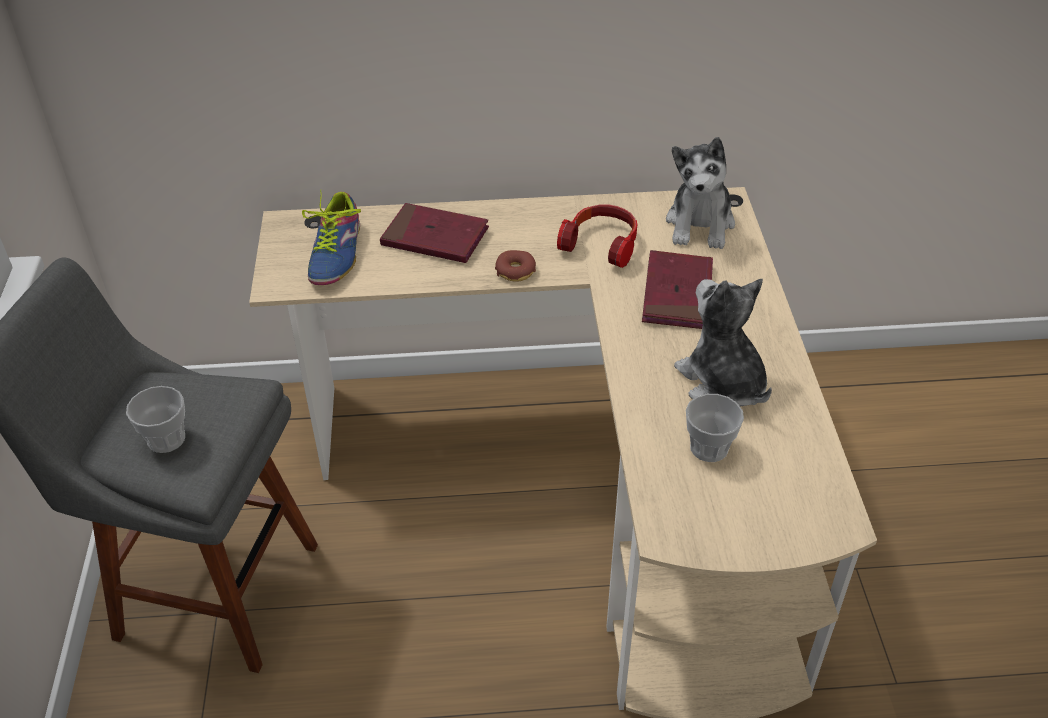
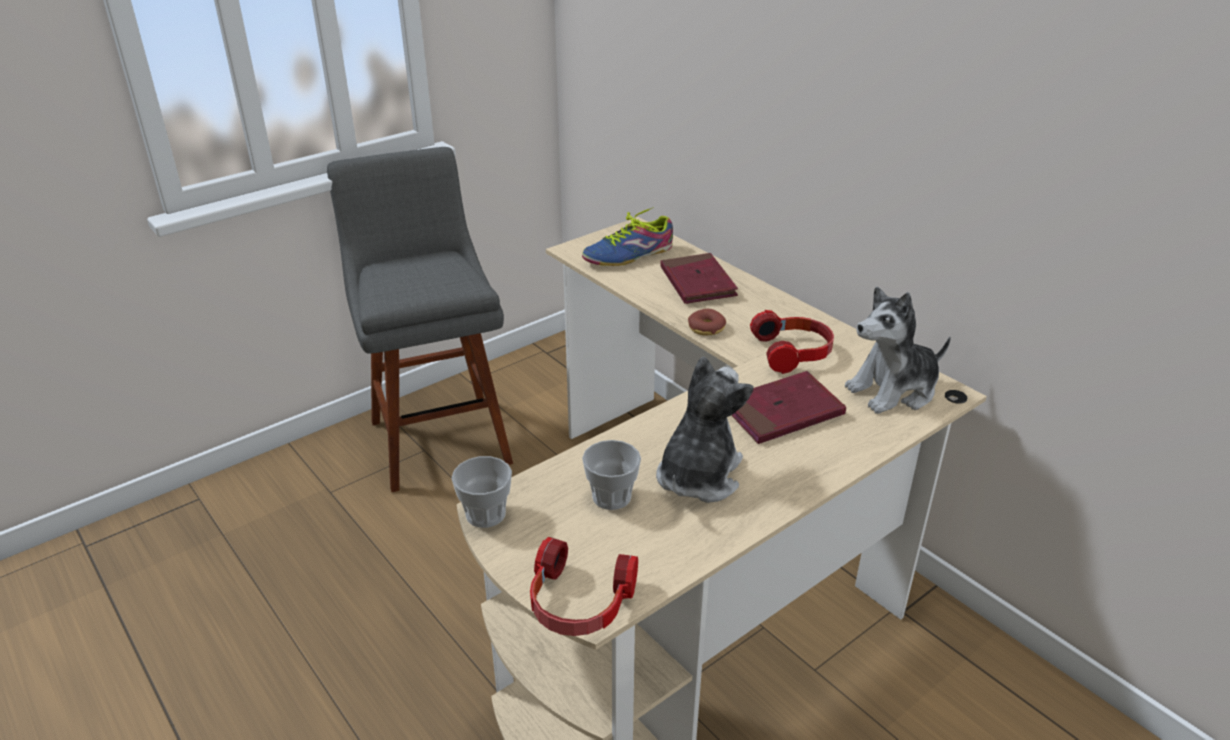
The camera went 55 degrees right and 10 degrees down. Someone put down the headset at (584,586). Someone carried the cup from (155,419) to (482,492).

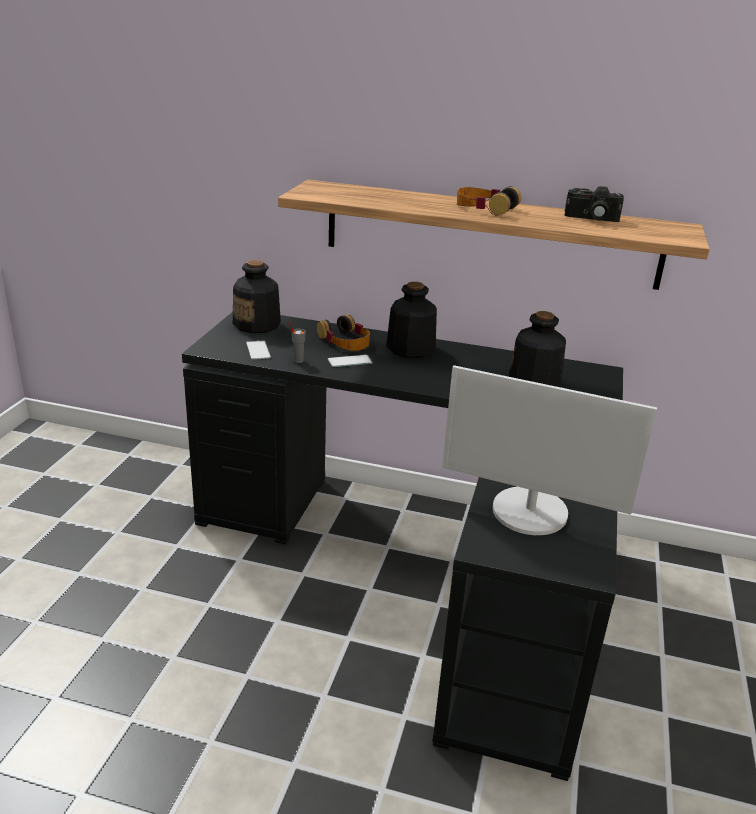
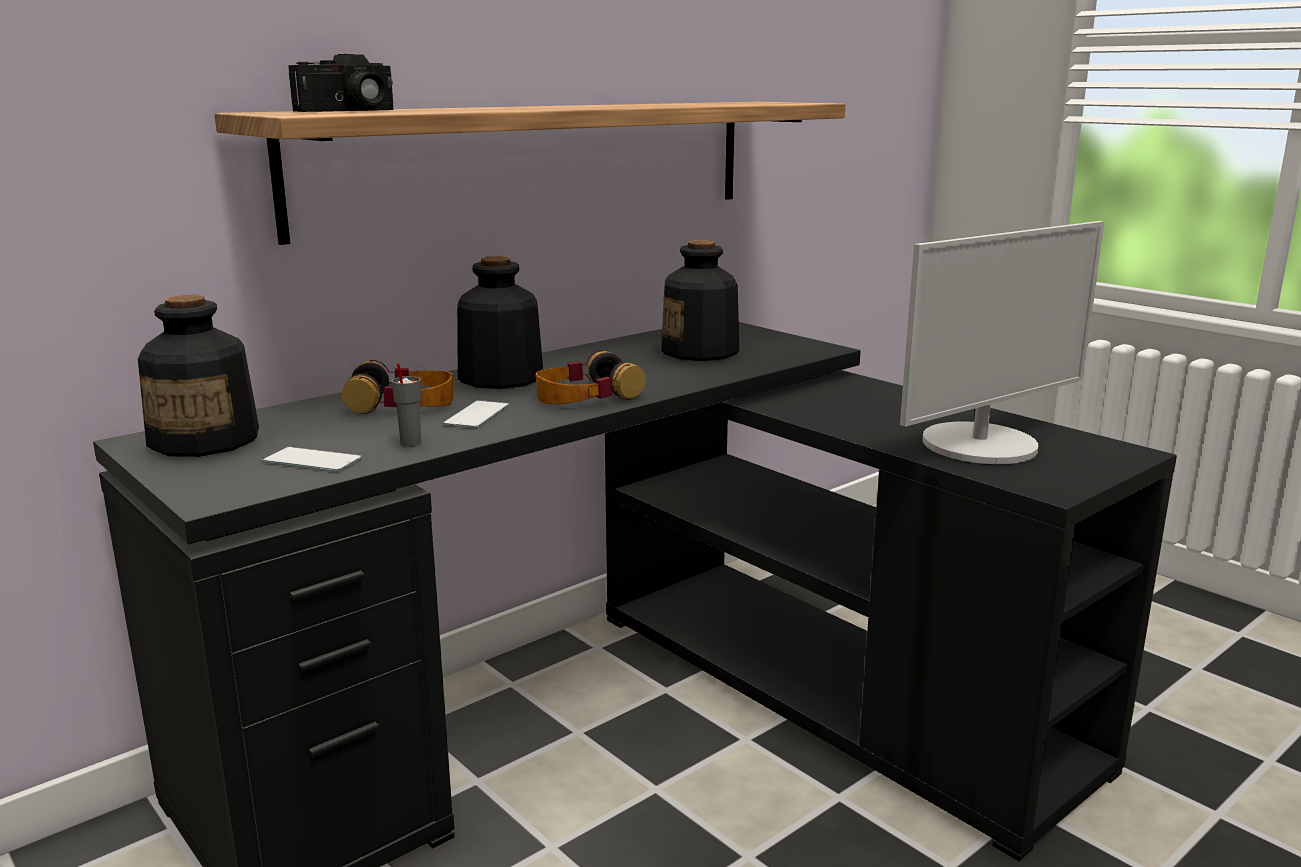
The camera went 55 degrees left and 10 degrees down. Someone carried the headset from (489,201) to (590,377). Someone carried the still camera from (594,204) to (340,83).

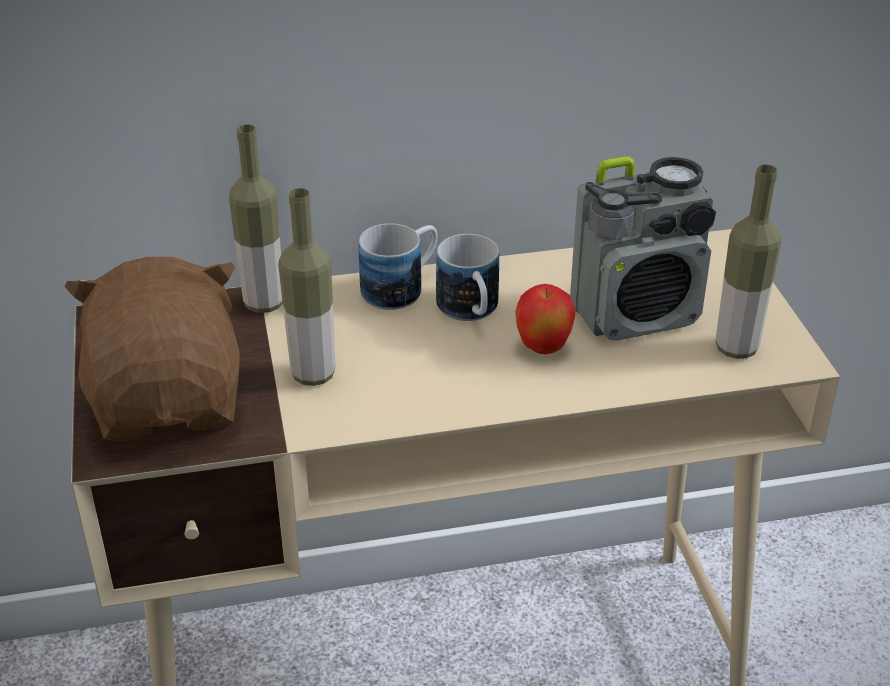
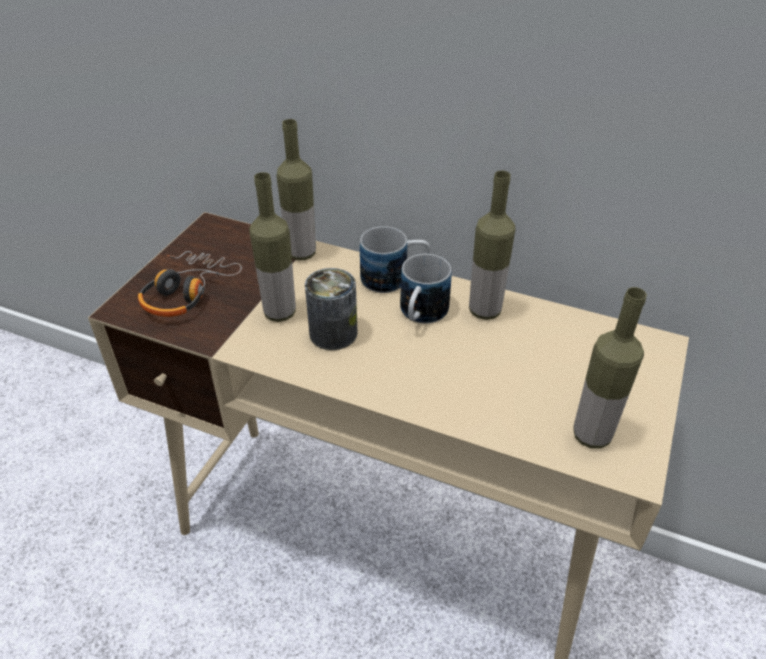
The camera went 35 degrees right and 5 degrees up. Someone took away the apple fruit at (545,319). Someone took away the radio at (643,248). Someone put down the can at (331,309). Someone put down the bottle at (492,245). Someone swapped the brownish cuddly toy at (152,349) for the headset at (190,284).

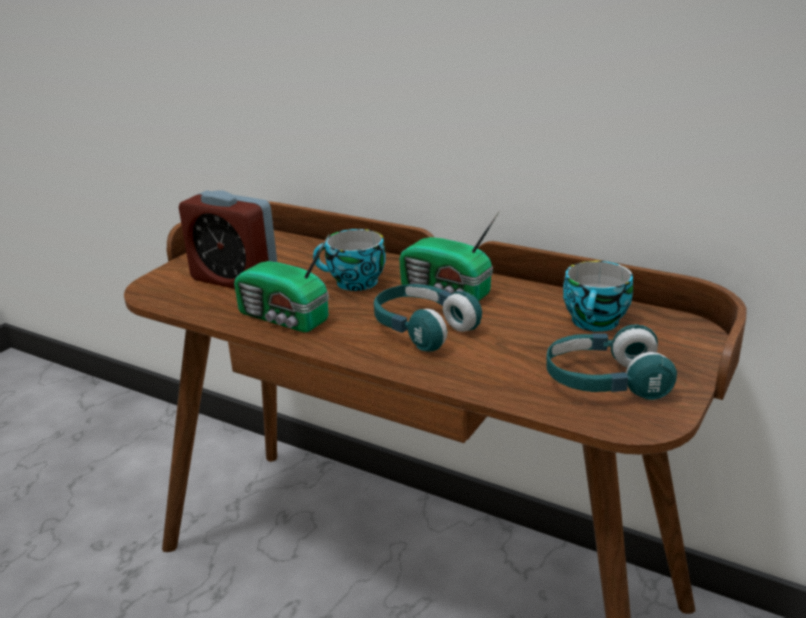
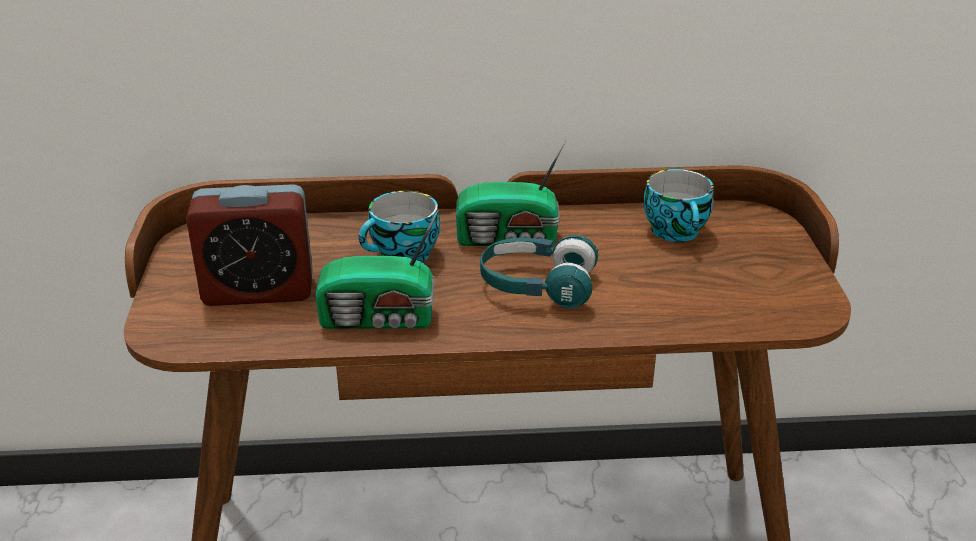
The camera went 35 degrees left and 5 degrees up. Someone took away the blue-green headset at (611,362).

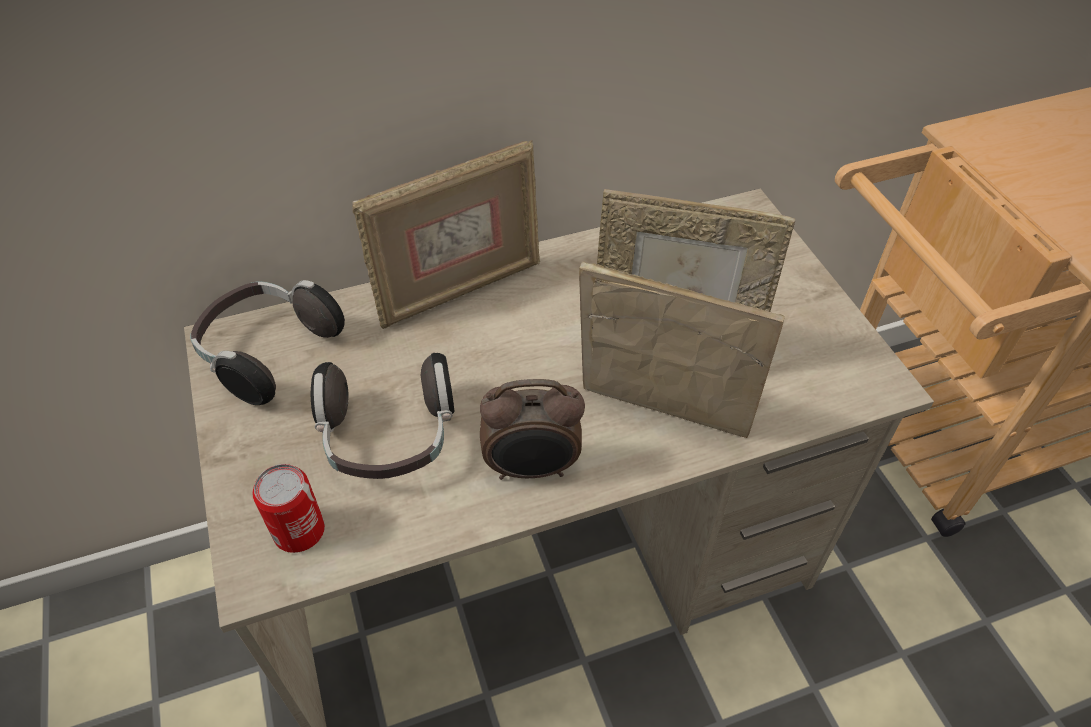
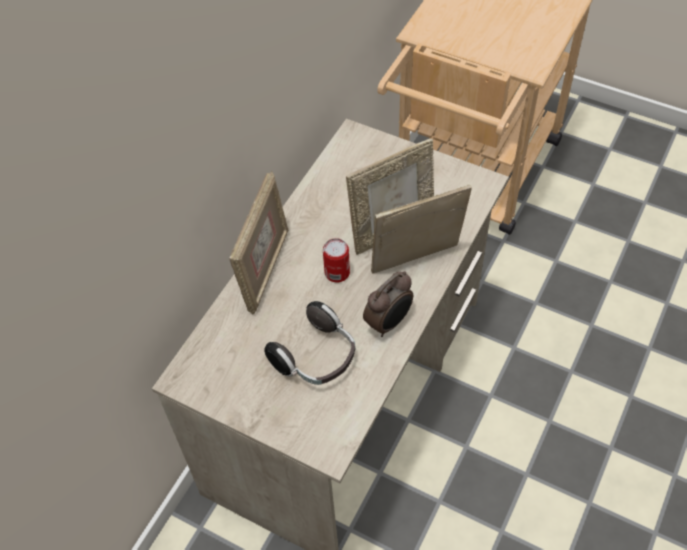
The camera went 40 degrees left and 5 degrees up. Someone took away the headset at (267,342). Someone carried the can from (288,508) to (336,260).

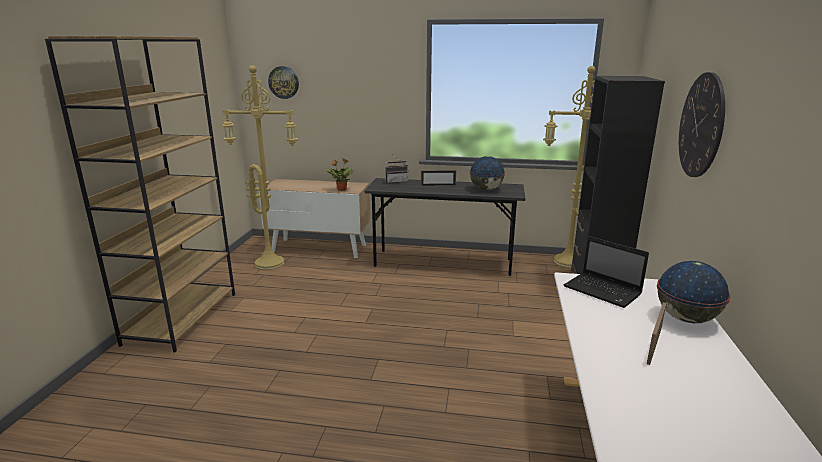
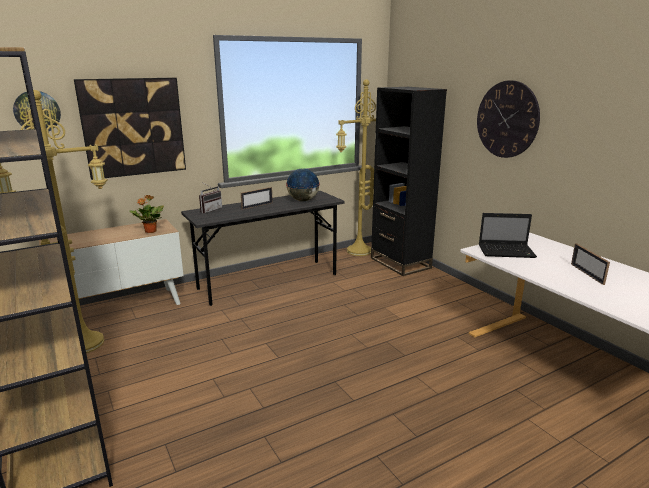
The camera went 40 degrees left and 0 degrees up. Someone took away the globe at (694,292). Someone put up the wall art at (130,129).

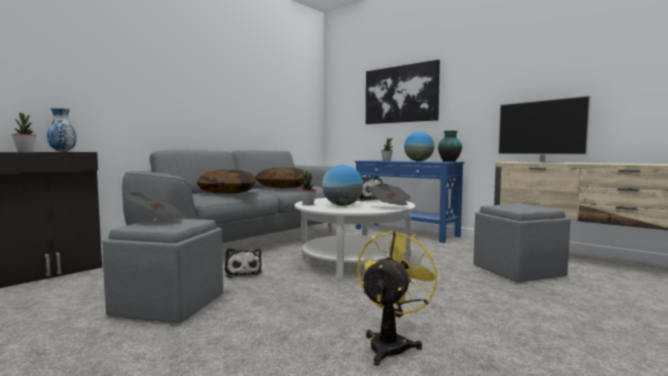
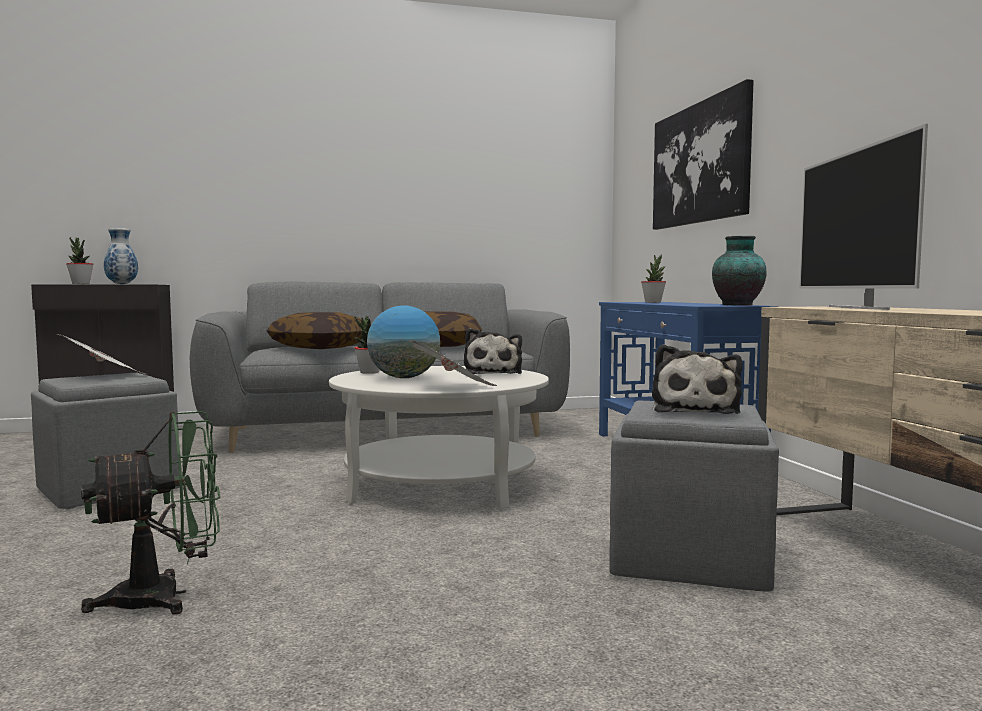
The camera went 35 degrees right and 0 degrees up. Someone took away the globe at (419,146). Someone carried the cuddly toy from (243,263) to (697,379). Someone repainted the yellow cooling fan at (398,297), which became the green cooling fan at (150,512).

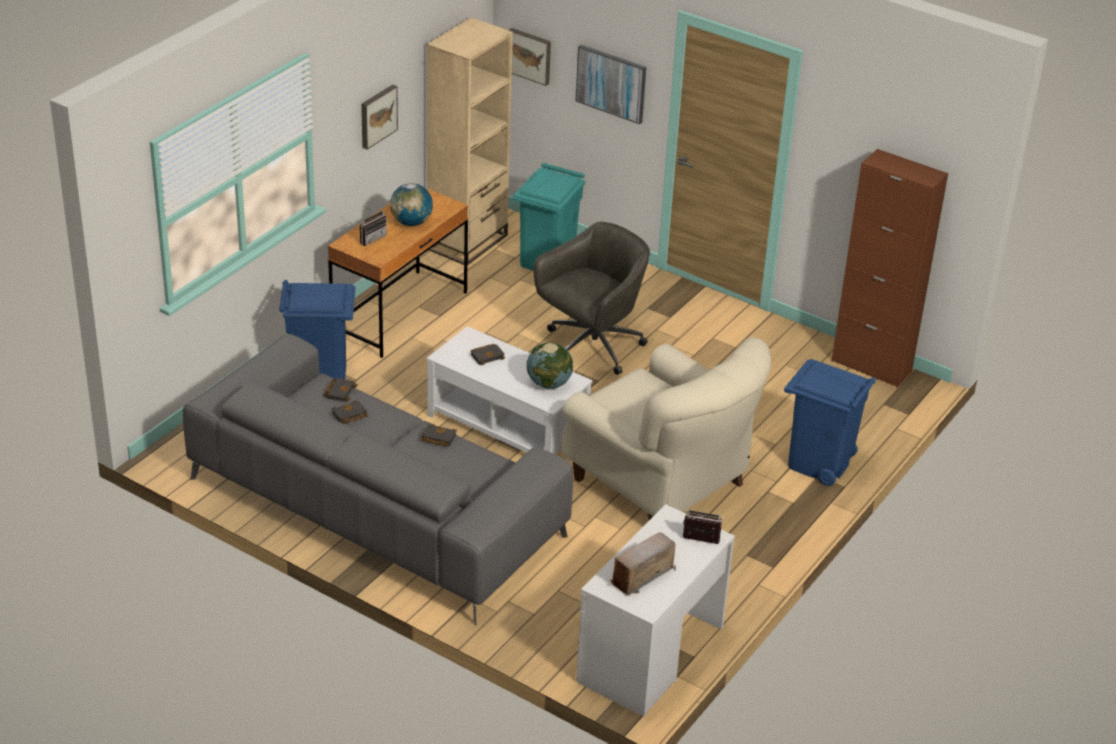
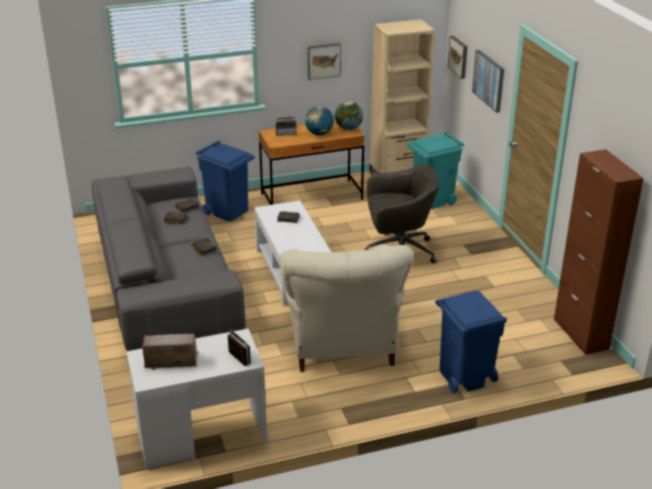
The camera went 40 degrees right and 5 degrees down. Someone carried the globe from (550,365) to (348,115).

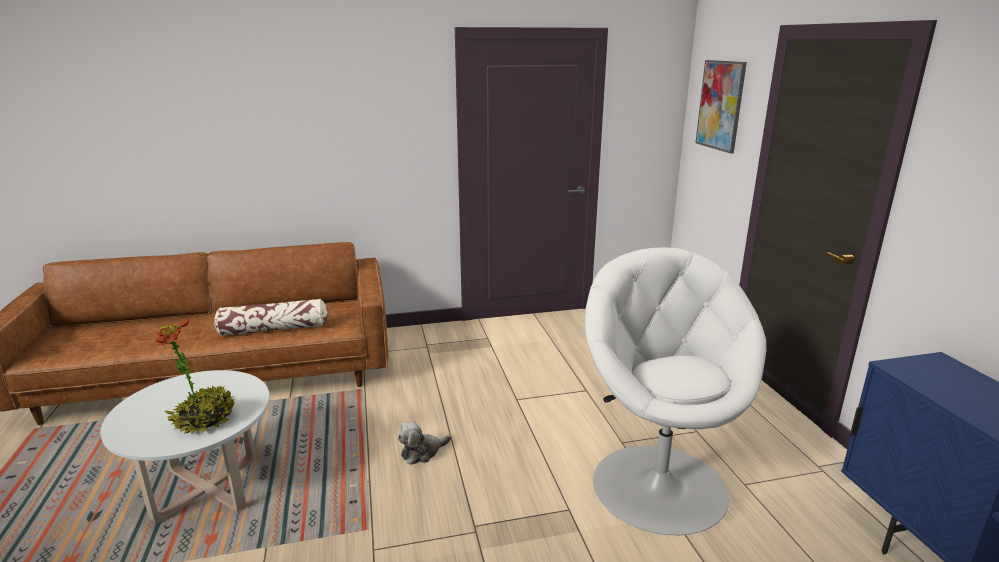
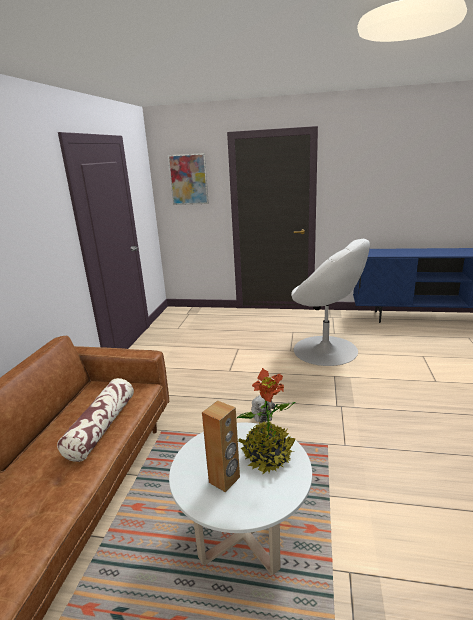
The camera went 65 degrees left and 0 degrees up. Someone put down the brownish speaker at (221,446). Someone rotated the whitish lounge chair at (675,391) by 150 degrees counterclockwise.

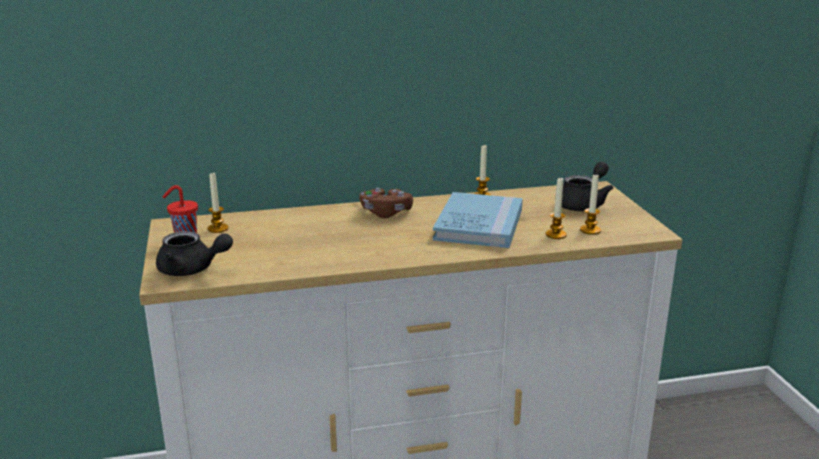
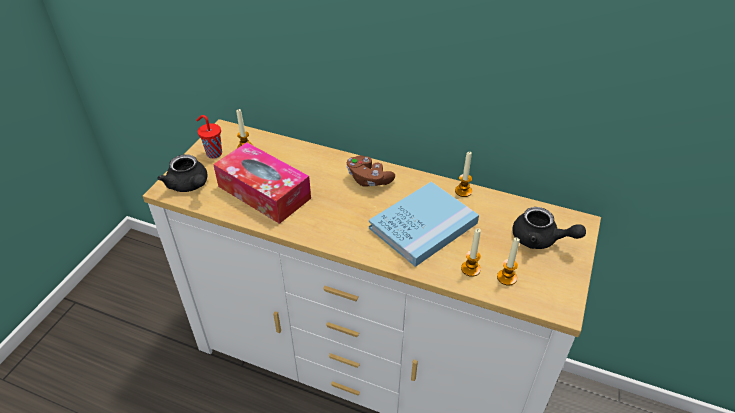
The camera went 35 degrees right and 20 degrees up. Someone put down the box of tissues at (262,183). Someone rotated the black-coloured tea pot at (584,186) by 45 degrees clockwise.

